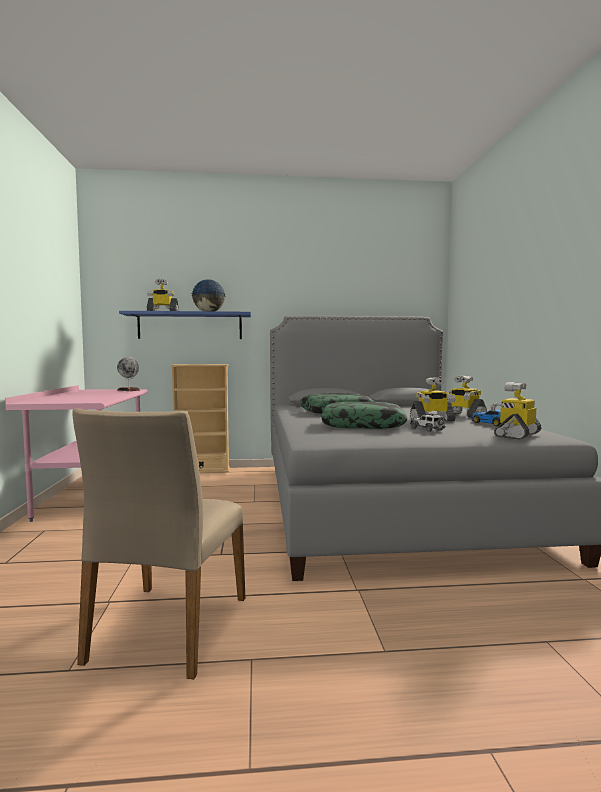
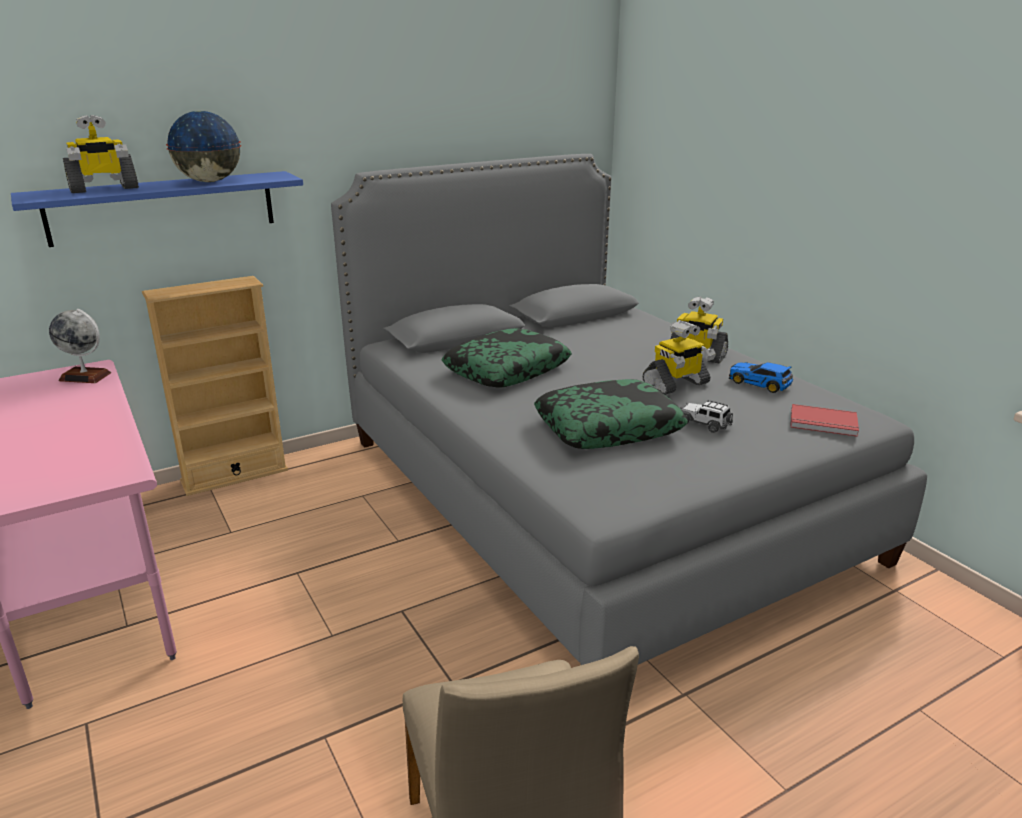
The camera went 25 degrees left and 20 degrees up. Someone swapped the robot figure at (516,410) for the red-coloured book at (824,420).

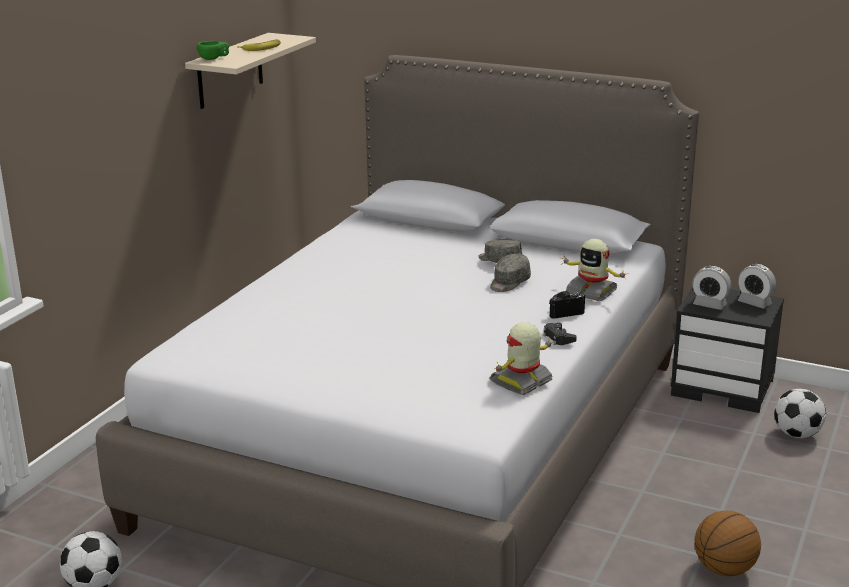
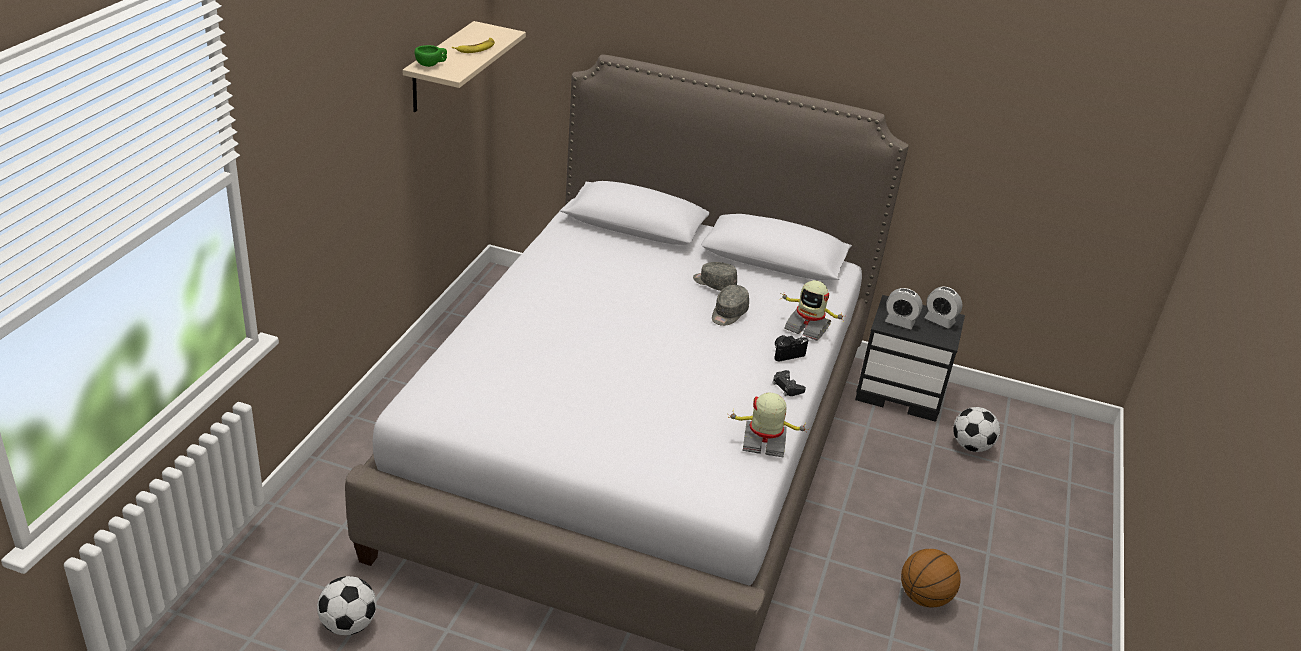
The camera went 10 degrees left and 10 degrees up. Someone rotated the robot figure at (521,358) by 60 degrees clockwise.

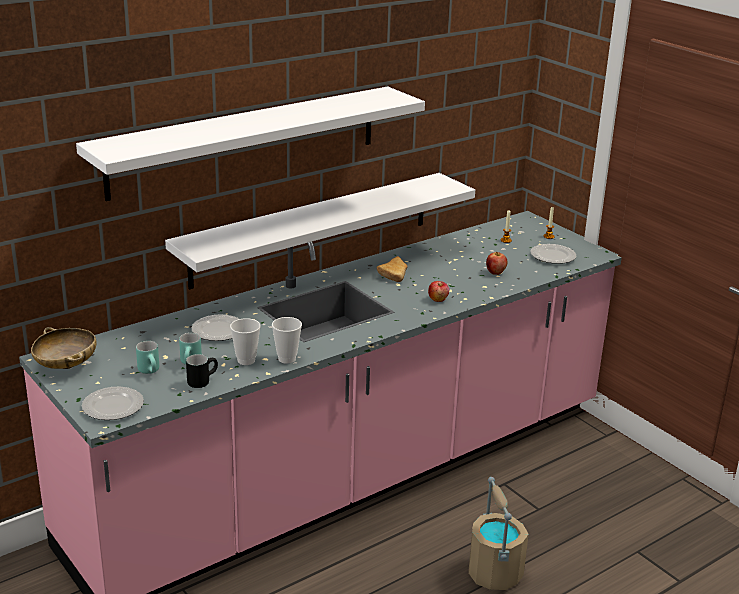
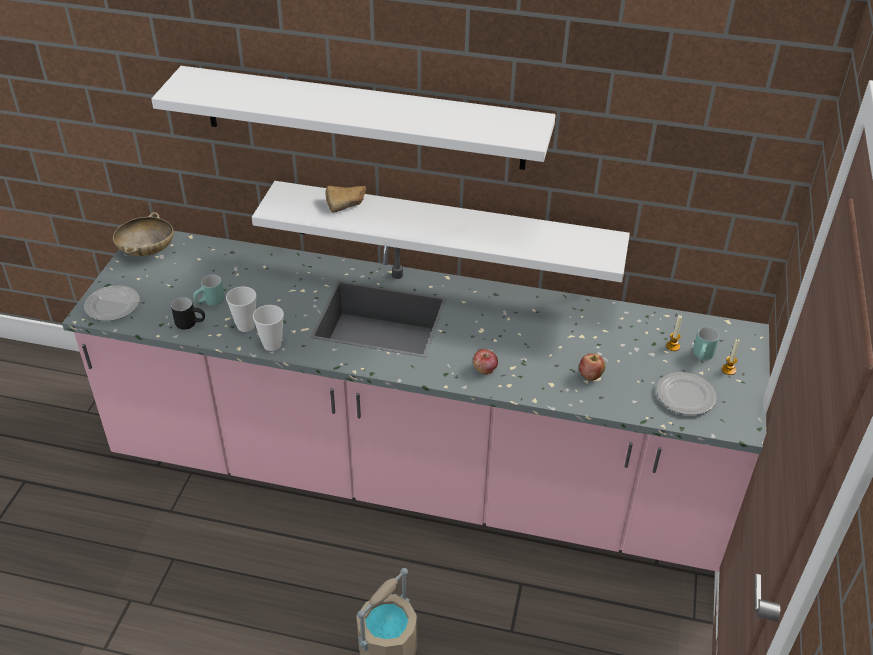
The camera went 50 degrees right and 15 degrees up. Someone took away the flat dish at (215,327). Someone carried the blue-green mug from (147,357) to (706,344). Someone carried the bread from (392,269) to (346,199).

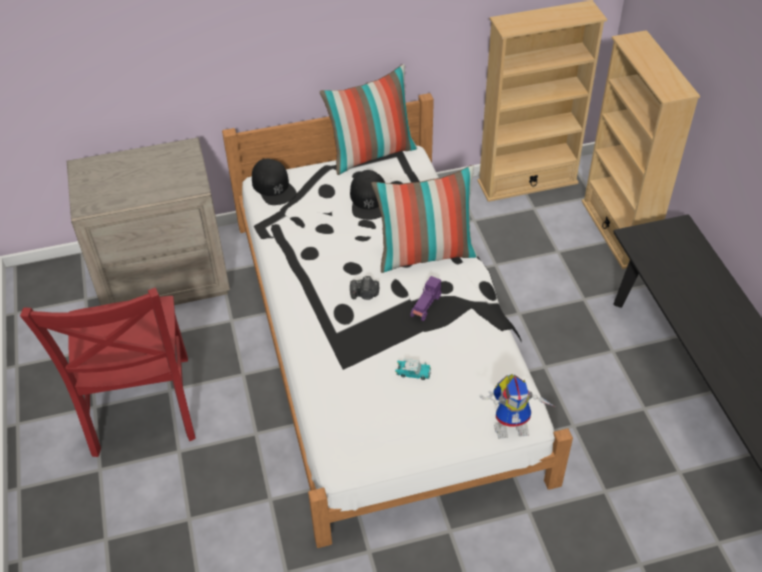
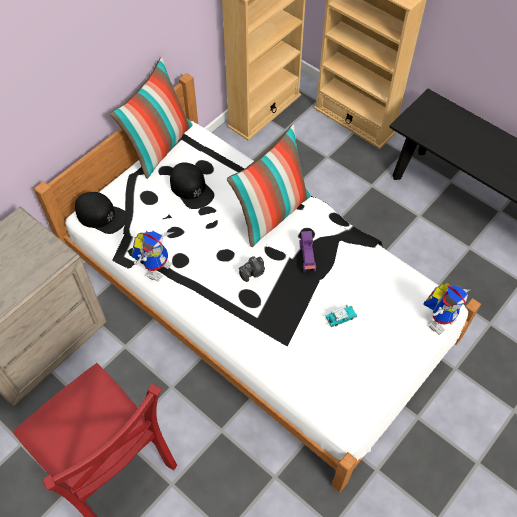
The camera went 35 degrees left and 10 degrees up. Someone put down the robot figure at (152,256).

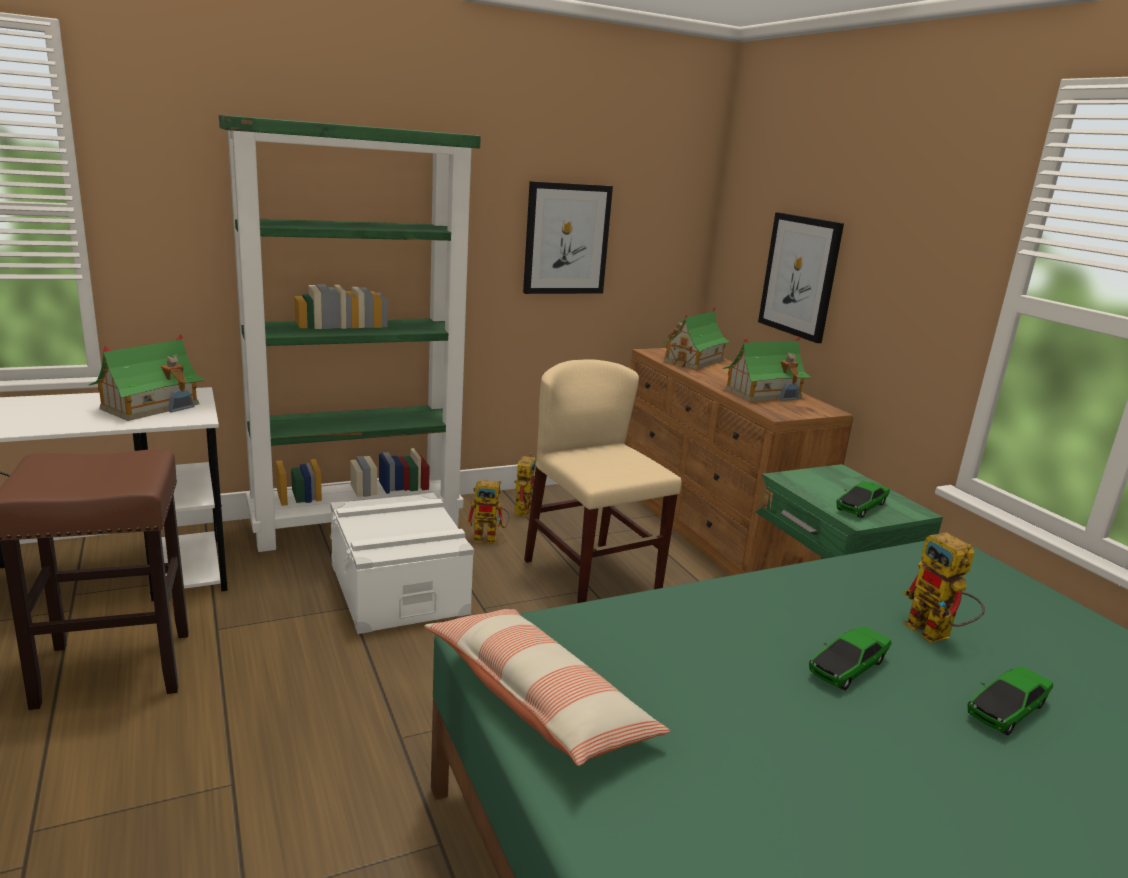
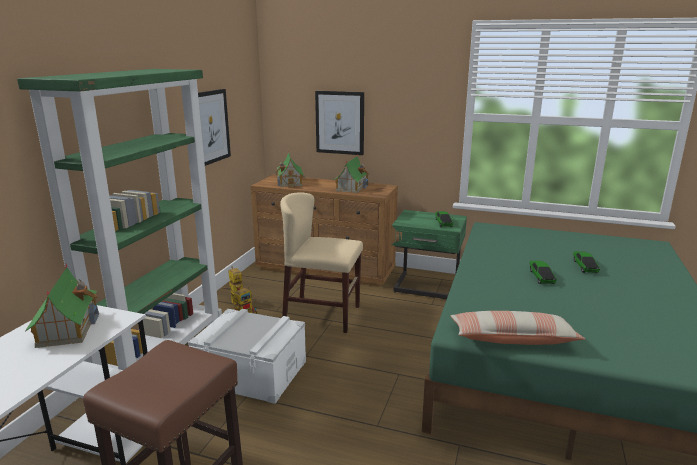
The camera went 45 degrees left and 0 degrees up. Someone took away the robot figure at (944,587).

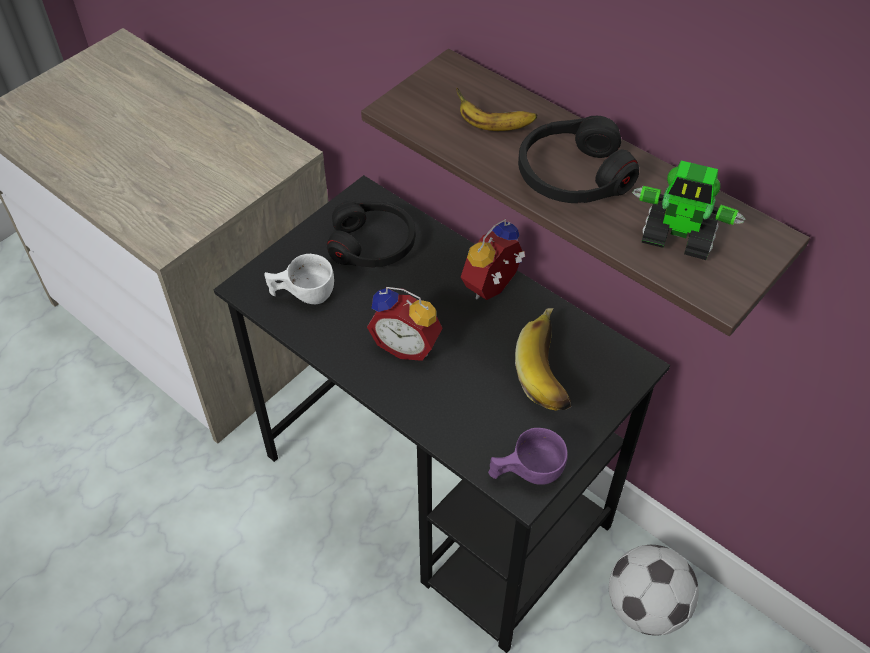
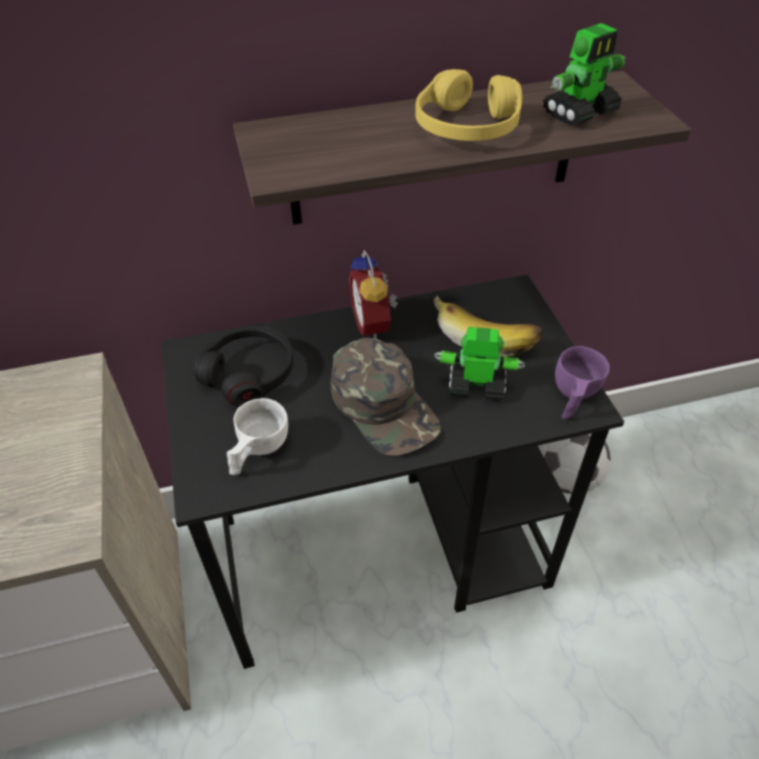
The camera went 55 degrees left and 5 degrees down. Someone took away the banana at (496,109). Someone put down the robot figure at (479,364). Someone swapped the alarm clock at (404,324) for the green cap at (386,397). Someone repainted the black-coloured headset at (578,159), which became the yellow headset at (468,105).

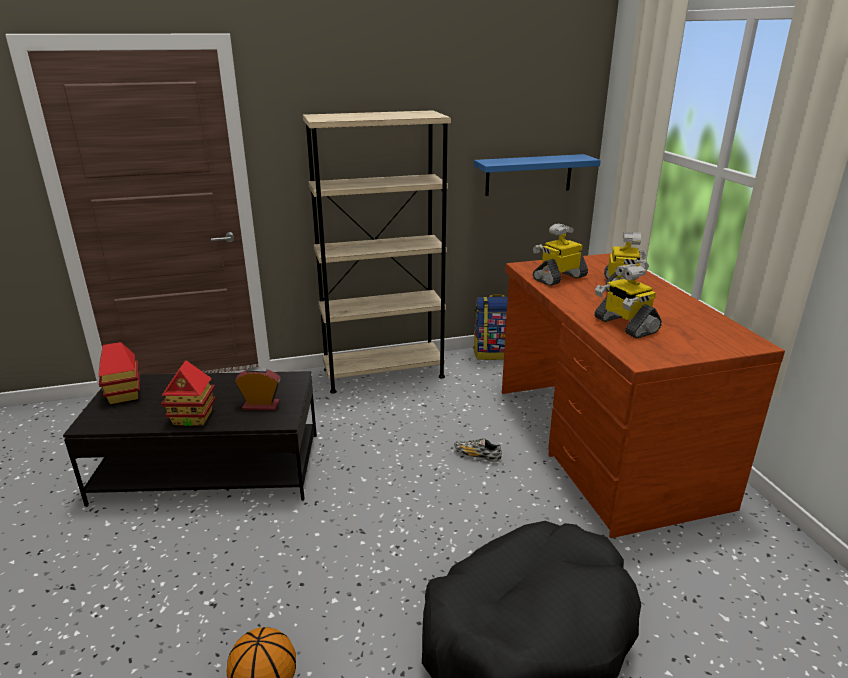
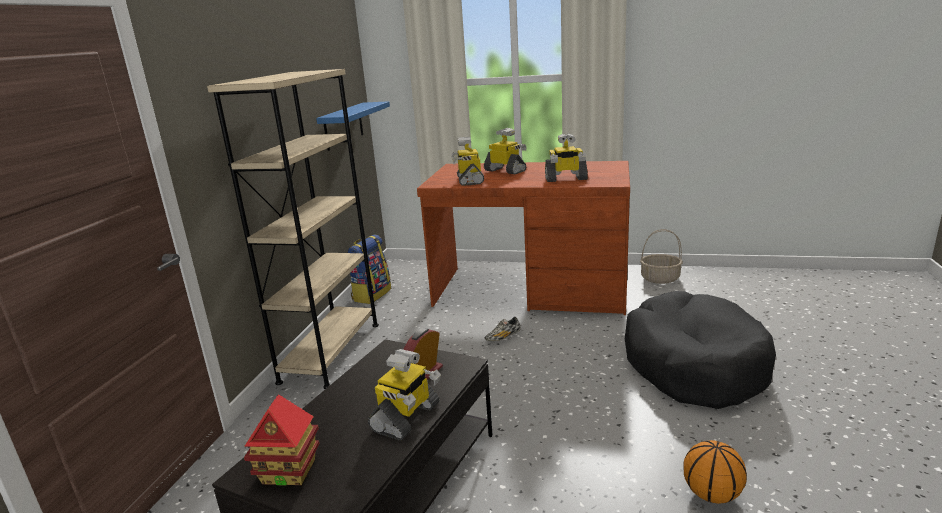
The camera went 60 degrees left and 5 degrees down. Someone put down the basket at (661,256). Someone swapped the model house at (188,393) for the robot figure at (404,395).

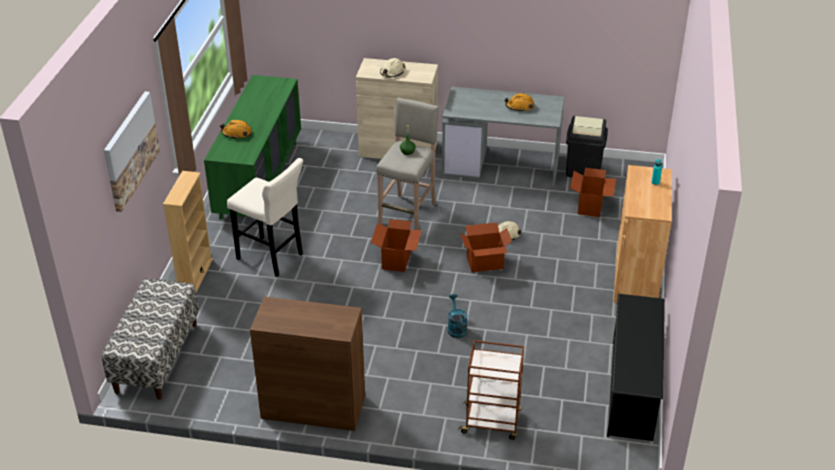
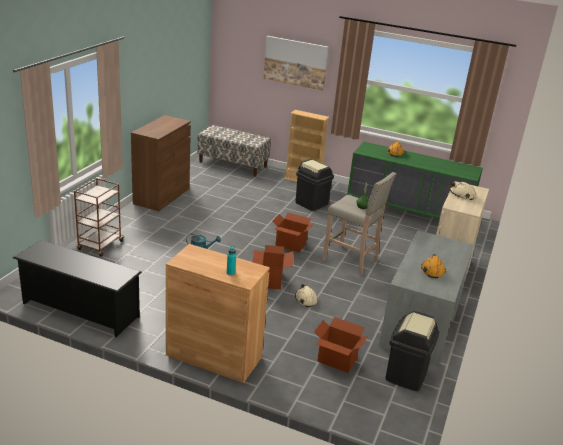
The camera went 100 degrees right and 10 degrees down. Someone swapped the sand-coloured sitting stool at (265,217) for the black-coloured rubbish bin at (314,185).

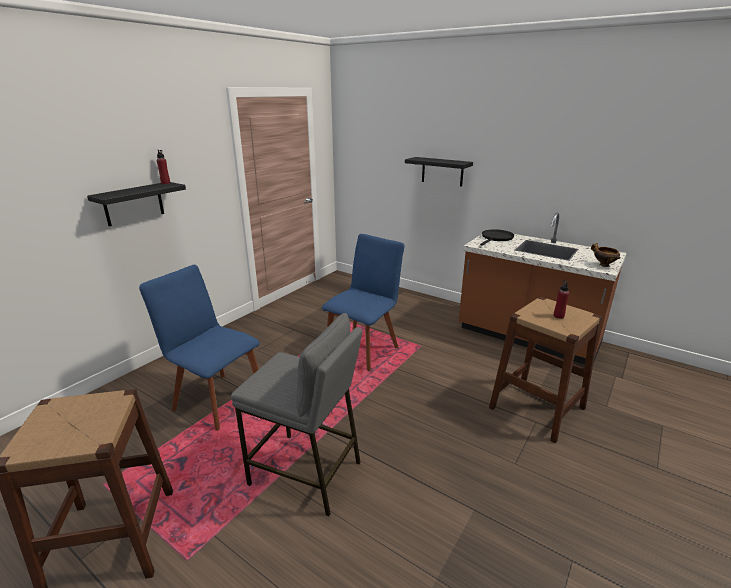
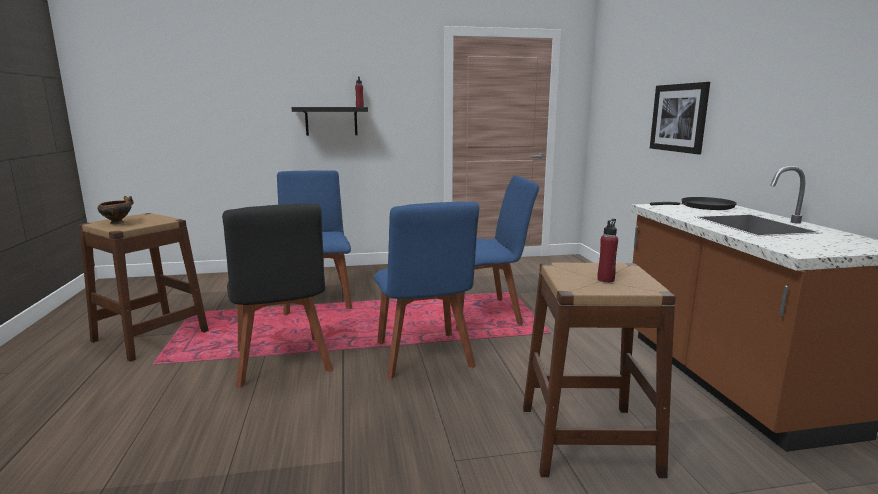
The camera went 45 degrees right and 10 degrees down. Someone put down the blue-coloured chair at (426,290). Someone carried the bowl from (606,255) to (116,210). Someone swapped the grey sitting stool at (296,414) for the black-coloured chair at (277,295). Someone swapped the black-coloured shelf at (439,172) for the wall art at (680,118).

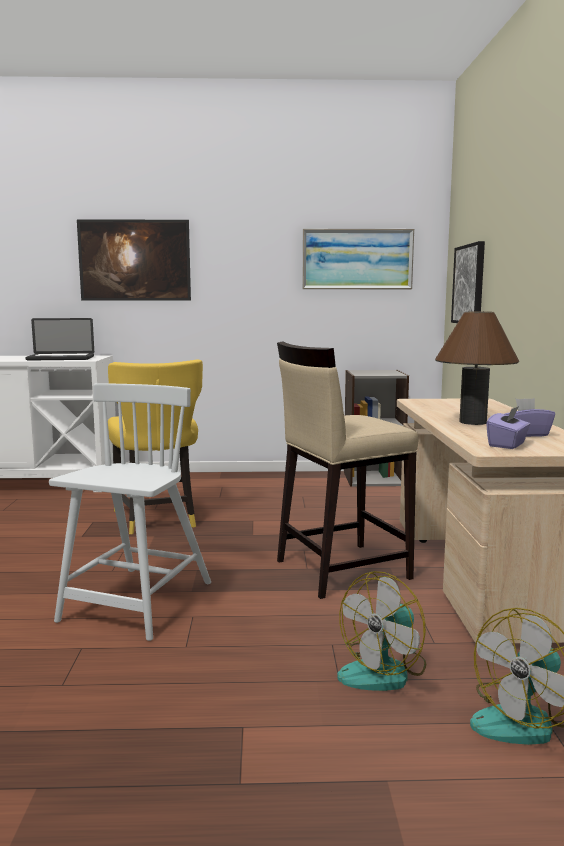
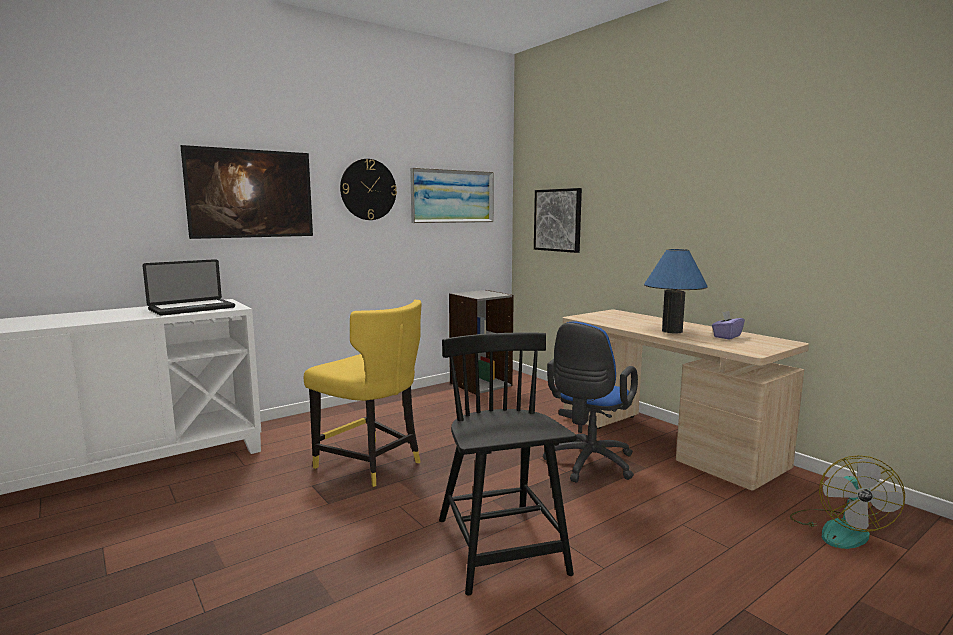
The camera went 35 degrees left and 0 degrees up. Someone took away the cooling fan at (381,631). Someone took away the purple box of tissues at (508,427). Someone put up the hanging clock at (368,189). Someone swapped the sand-coloured sitting stool at (347,470) for the blue-coloured office chair at (590,402). Someone repainted the whitish chair at (130,512), which became the black-coloured chair at (507,464). Someone repainted the brownish tabletop lamp at (477,368), which became the blue-coloured tabletop lamp at (676,291).

